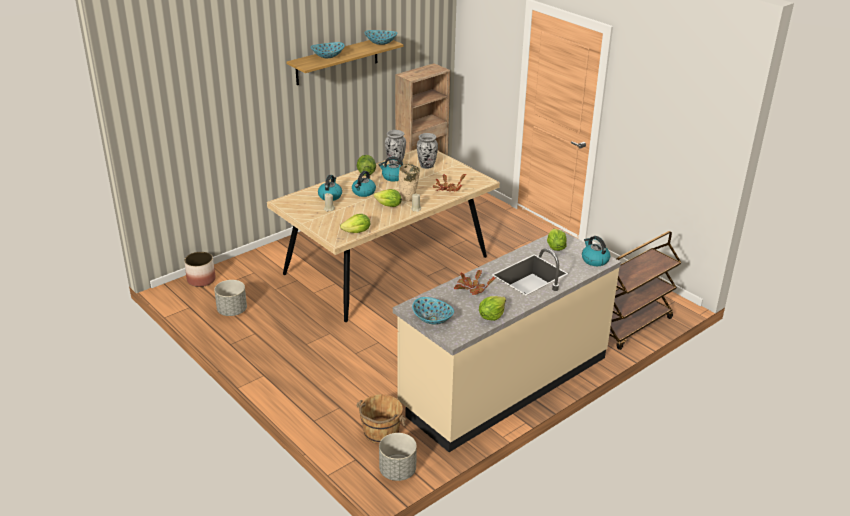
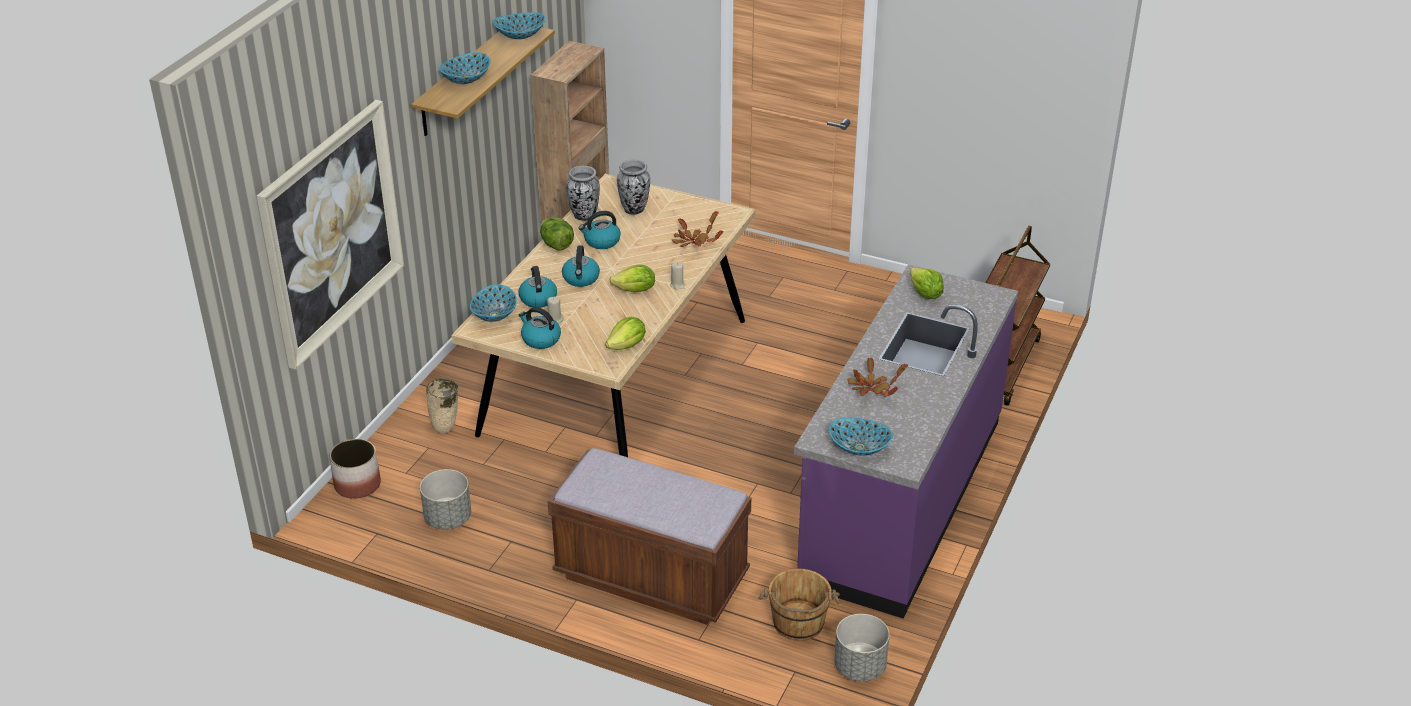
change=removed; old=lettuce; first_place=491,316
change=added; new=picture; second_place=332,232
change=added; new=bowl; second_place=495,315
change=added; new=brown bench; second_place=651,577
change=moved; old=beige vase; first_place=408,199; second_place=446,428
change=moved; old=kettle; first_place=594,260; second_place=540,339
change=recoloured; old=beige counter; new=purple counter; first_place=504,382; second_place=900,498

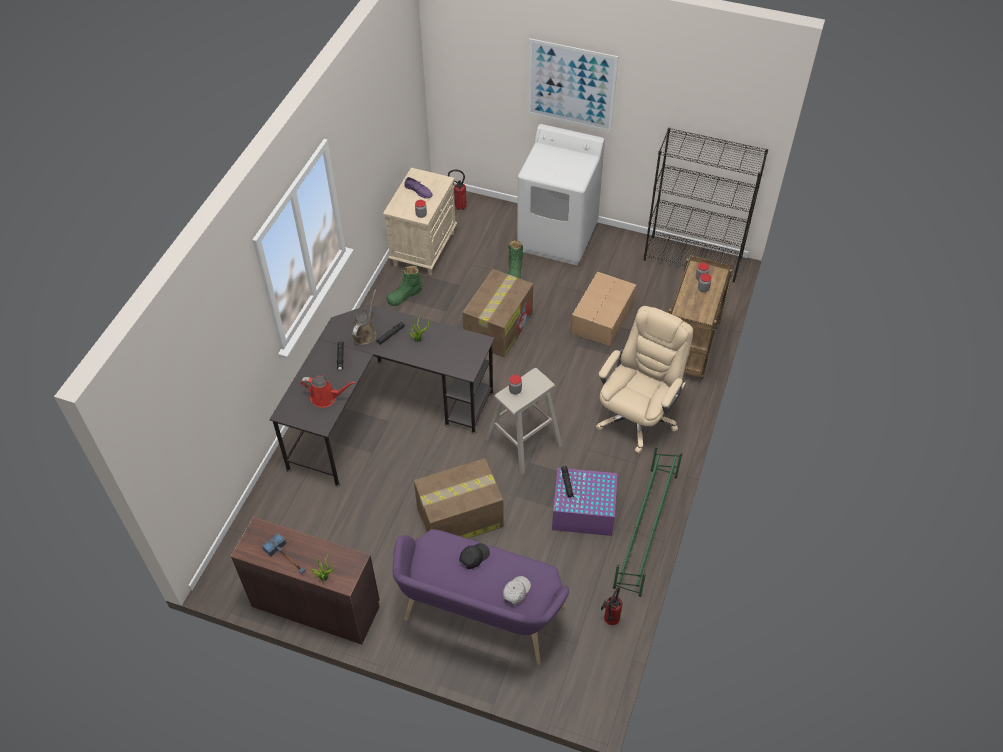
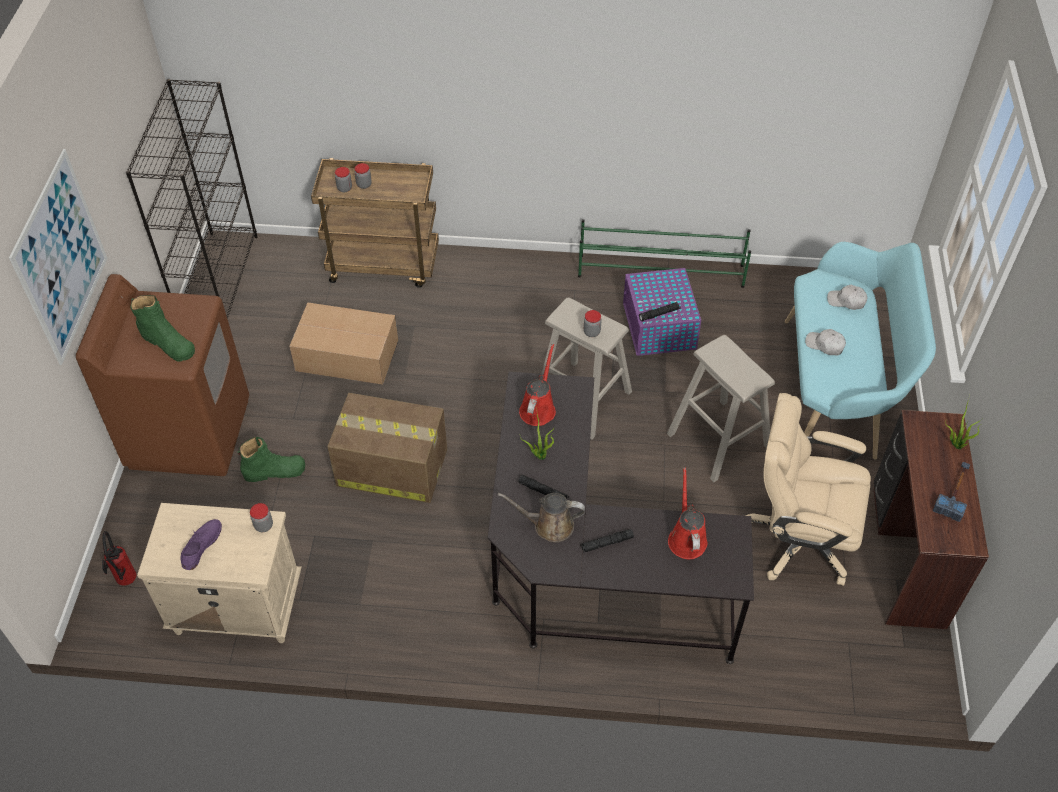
change=removed; old=fire extinguisher; first_place=609,621
change=added; new=red watering can; second_place=538,408
change=moved; old=green boot; first_place=404,295; second_place=167,343
change=moved; old=beige office chair; first_place=637,417; second_place=799,538
change=replaced; old=cardboard box; new=beige stool; first_place=458,517; second_place=719,440
change=recoloured; old=purple bench; new=turquoise bench; first_place=479,618; second_place=837,391
change=recoloured; old=black cap; new=white cap; first_place=474,557; second_place=825,345
change=recoloured; old=white washing machine; new=brown washing machine; first_place=558,237; second_place=189,432

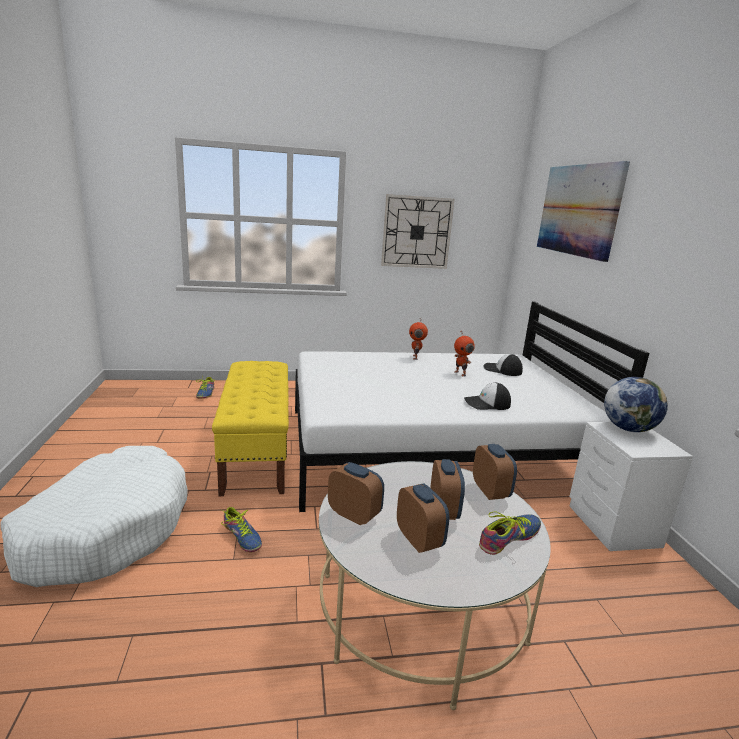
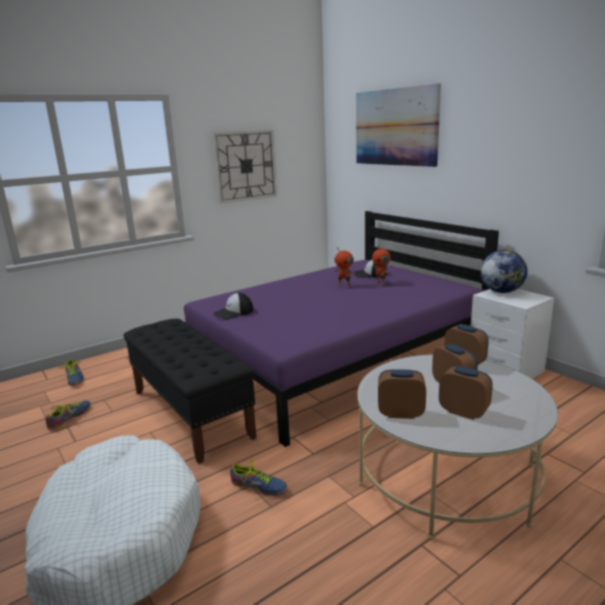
change=moved; old=toy robot; first_place=416,357; second_place=381,283
change=moved; old=cap; first_place=487,403; second_place=233,312
change=moved; old=shoe; first_place=509,538; second_place=69,418
change=recoloured; old=yellow bench; new=black bench; first_place=256,452; second_place=191,413
change=recoloured; old=white bed; new=purple bed; first_place=432,449; second_place=337,358

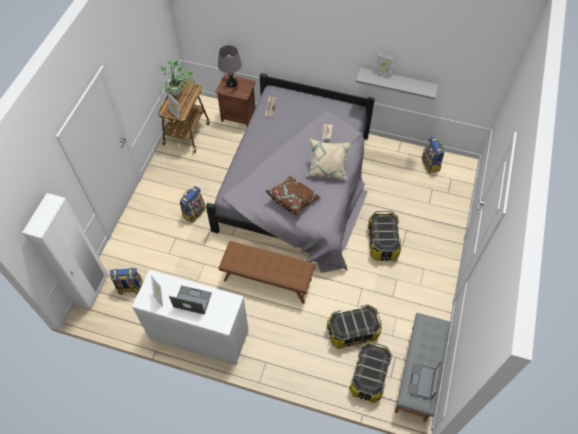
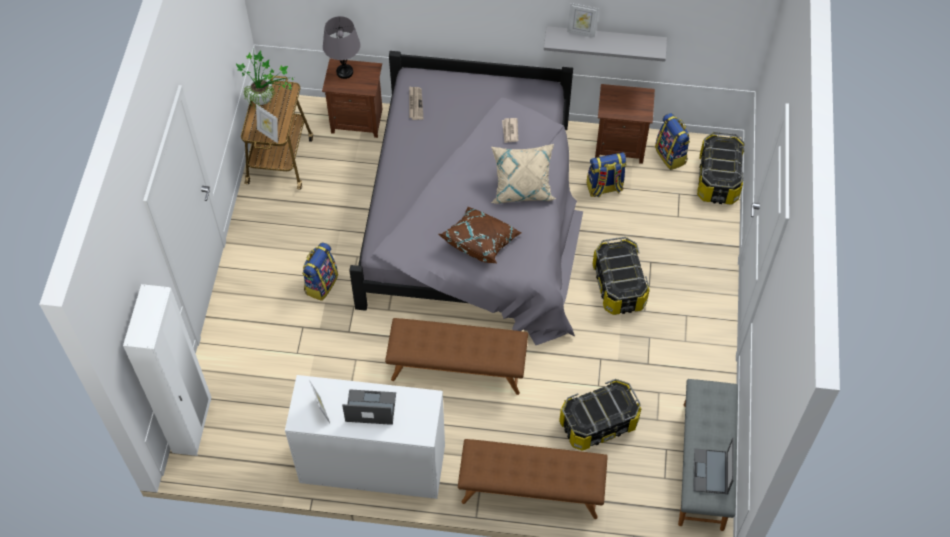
change=added; new=brown bench; second_place=531,491
change=added; new=brown nightstand; second_place=620,145
change=moved; old=backpack; first_place=130,288; second_place=604,188
change=moved; old=storage box; first_place=369,376; second_place=718,179

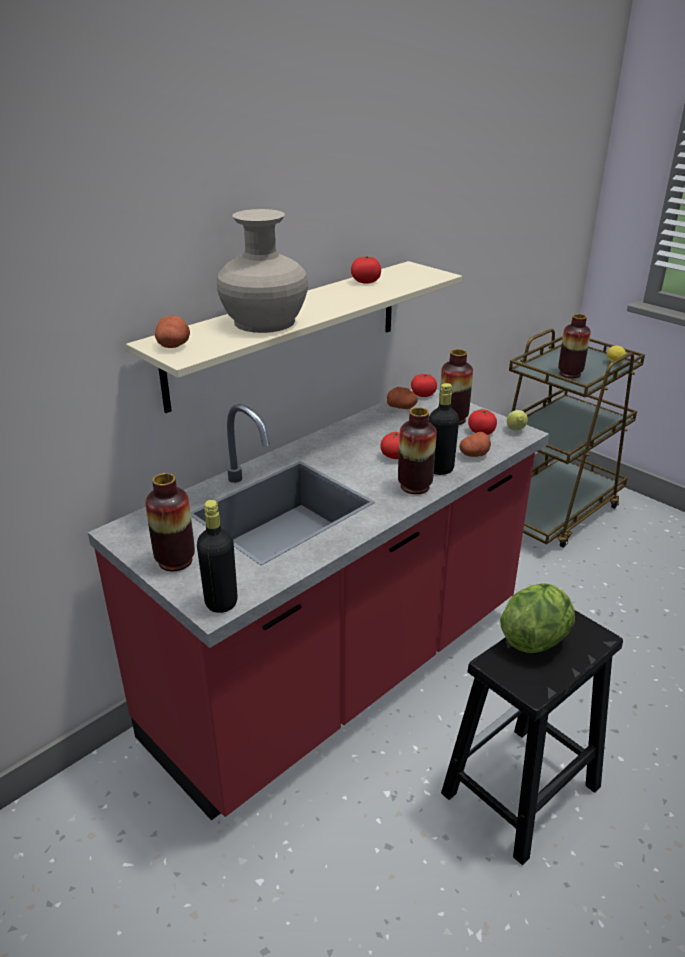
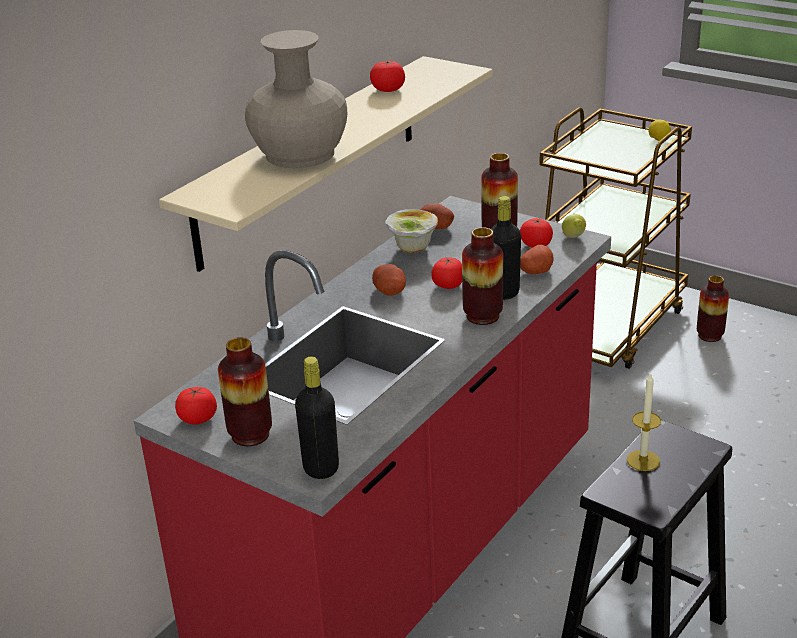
change=added; new=bowl; second_place=411,248
change=moved; old=potato; first_place=173,345; second_place=390,291
change=moved; old=tomato; first_place=423,394; second_place=198,418
change=moved; old=vase; first_place=570,374; second_place=709,336
change=replaced; old=lettuce; new=candle; first_place=535,638; second_place=643,460

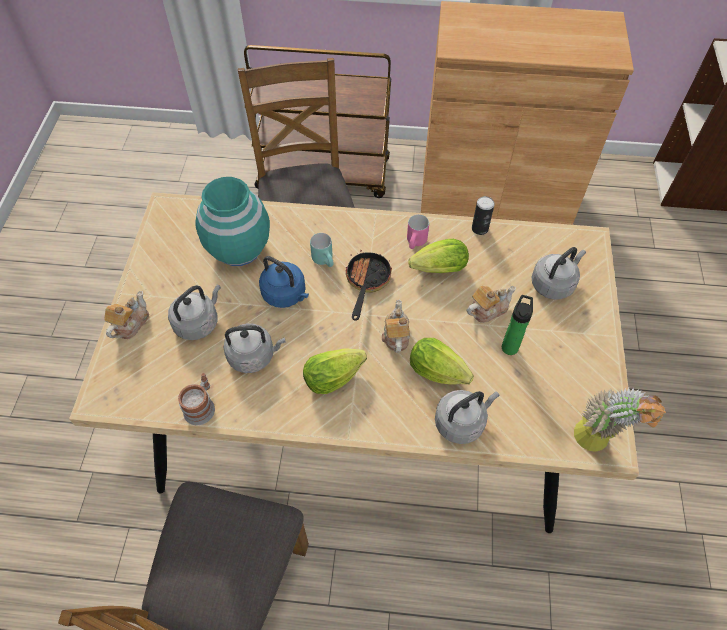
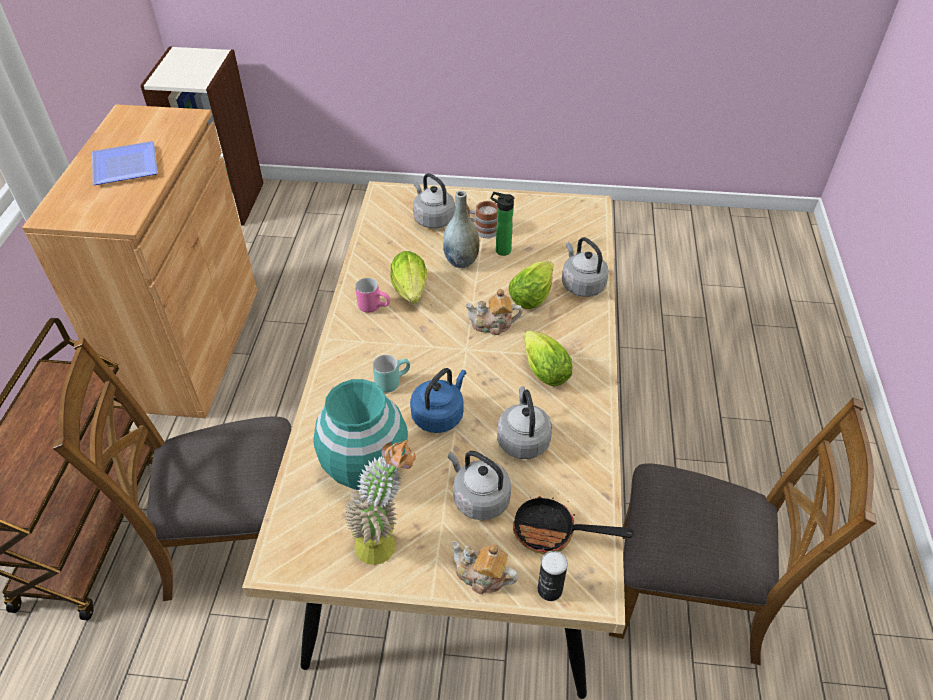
change=added; new=plate; second_place=123,168
change=moved; old=mug; first_place=201,406; second_place=482,229
change=moved; old=frying pan; first_place=366,282; second_place=553,532
change=moved; old=can; first_place=480,228; second_place=549,589
change=moved; old=potted plant; first_place=597,443; second_place=385,541
change=replaced; old=teapot; new=grey vase; first_place=487,309; second_place=461,261

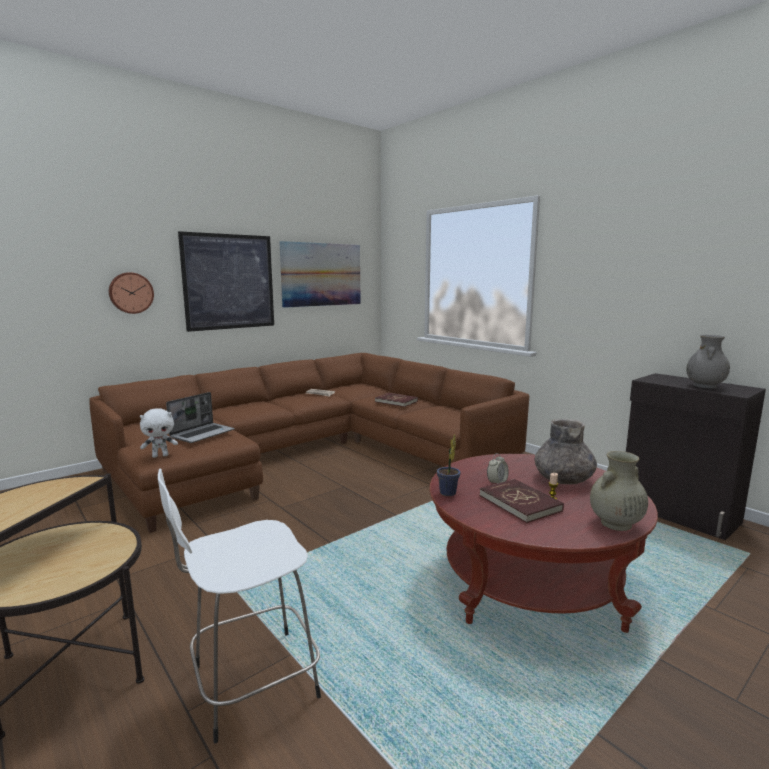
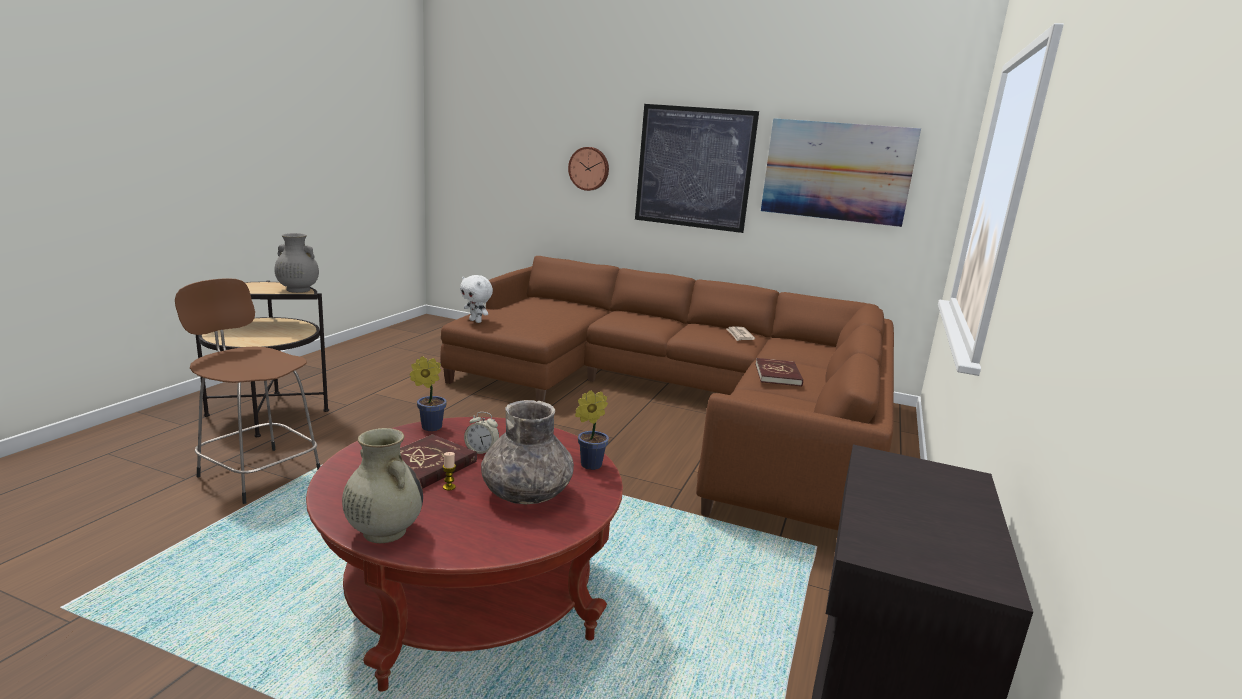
change=removed; old=laptop; first_place=203,434
change=added; new=potted plant; second_place=588,465
change=moved; old=grey vase; first_place=705,386; second_place=297,290
change=recoloured; old=white stool; new=brown stool; first_place=250,683; second_place=257,473

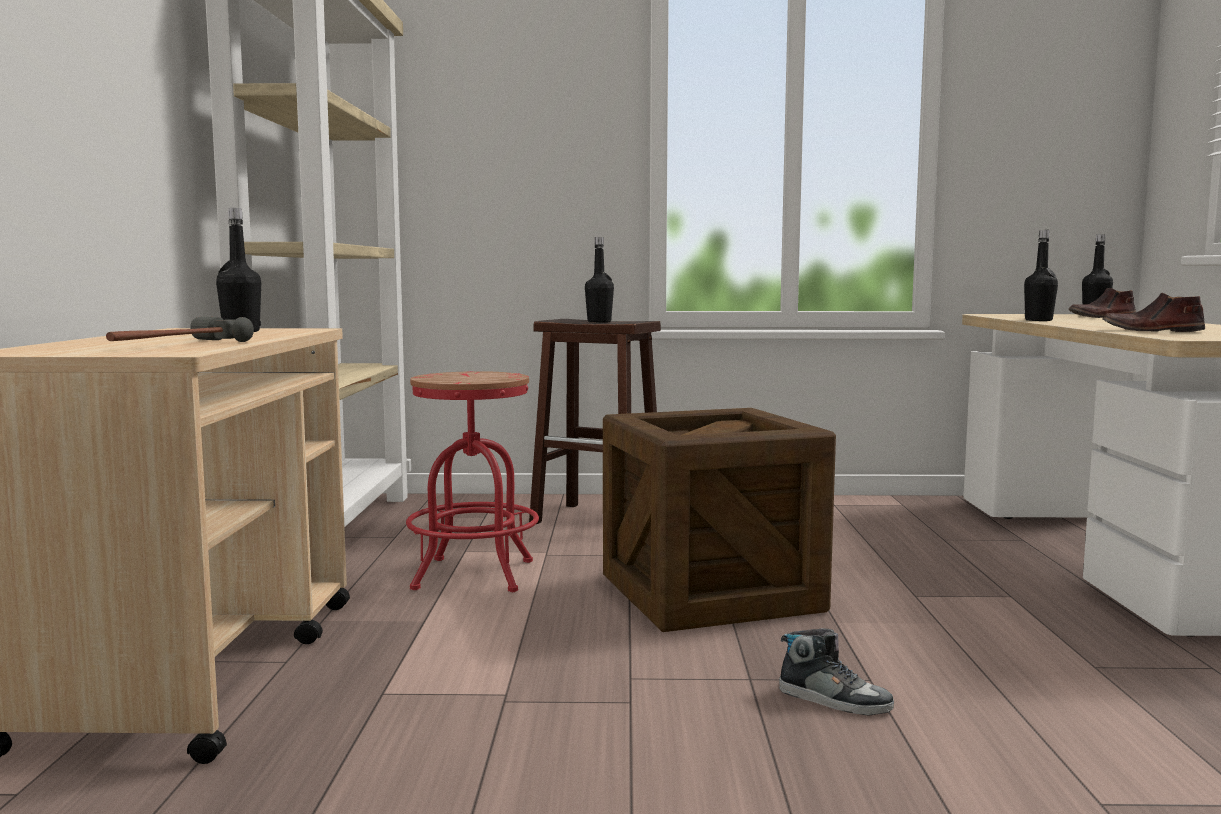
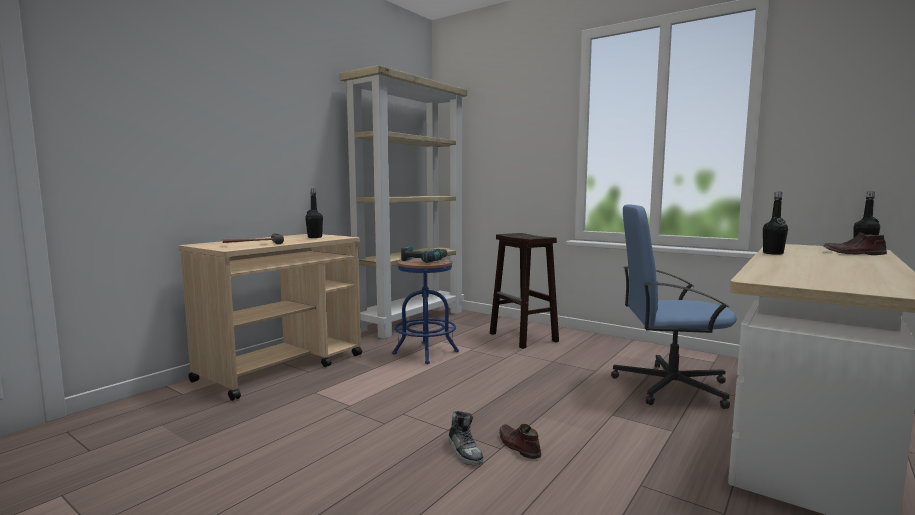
change=removed; old=black bottle; first_place=599,322
change=removed; old=crate; first_place=710,593
change=added; new=power drill; second_place=424,261
change=added; new=blue office chair; second_place=669,386
change=moved; old=brown shoe; first_place=1152,331; second_place=518,446
change=recoloured; old=red stool; new=blue stool; first_place=474,575; second_place=425,353

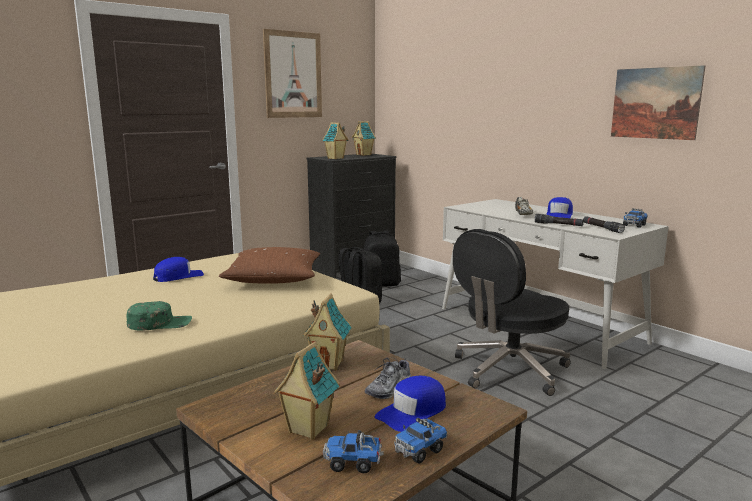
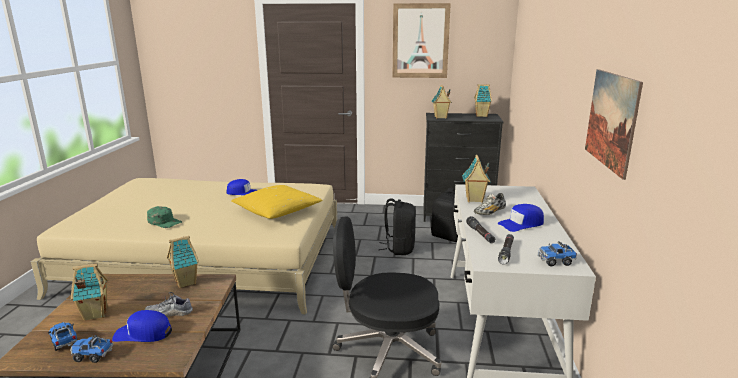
change=added; new=toy house; second_place=474,200
change=recoloured; old=brown pillow; new=yellow pillow; first_place=274,278; second_place=277,211

